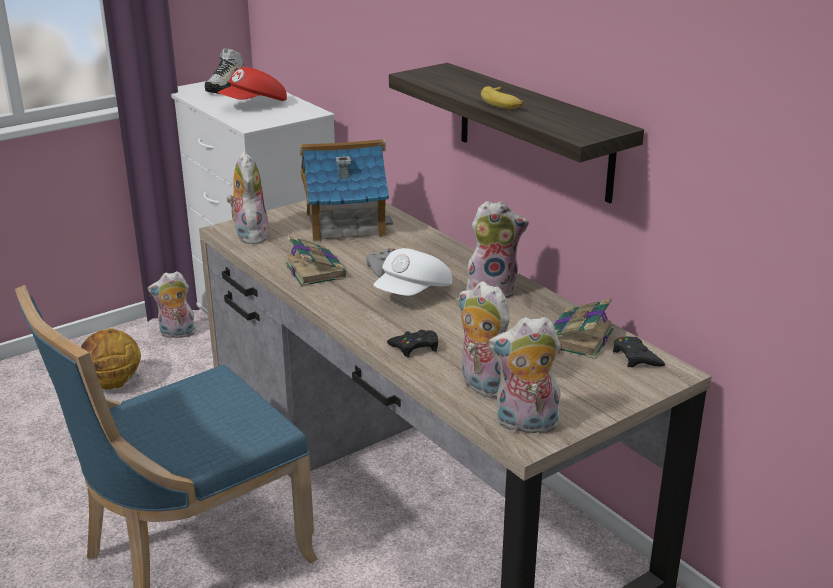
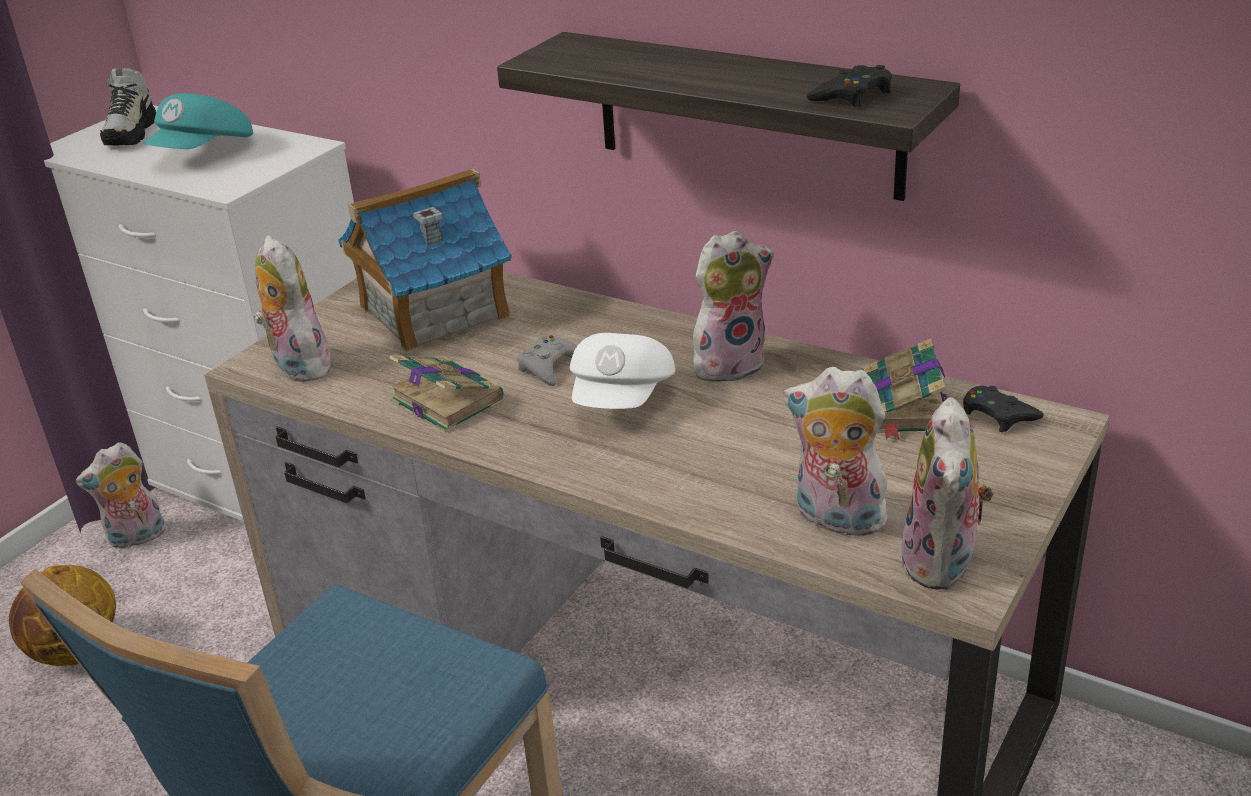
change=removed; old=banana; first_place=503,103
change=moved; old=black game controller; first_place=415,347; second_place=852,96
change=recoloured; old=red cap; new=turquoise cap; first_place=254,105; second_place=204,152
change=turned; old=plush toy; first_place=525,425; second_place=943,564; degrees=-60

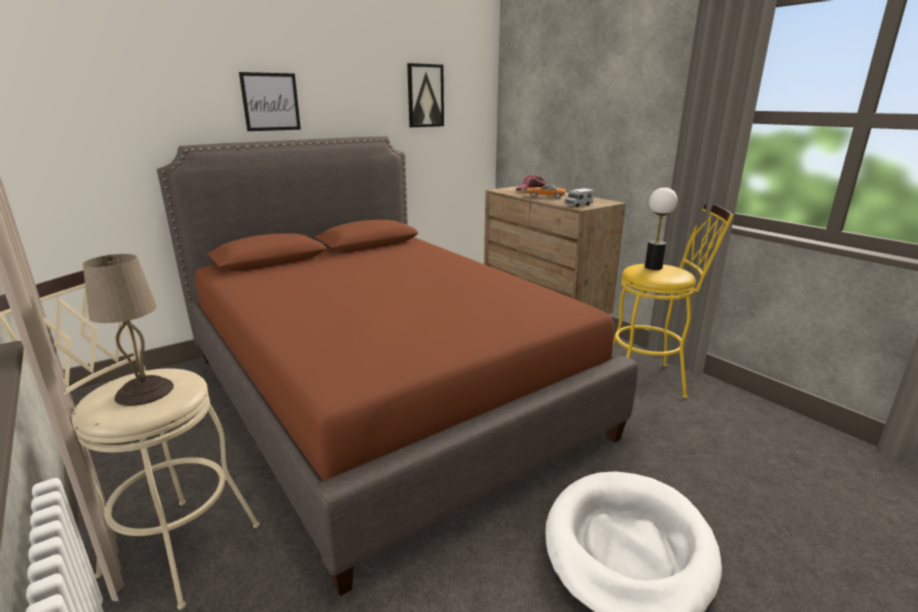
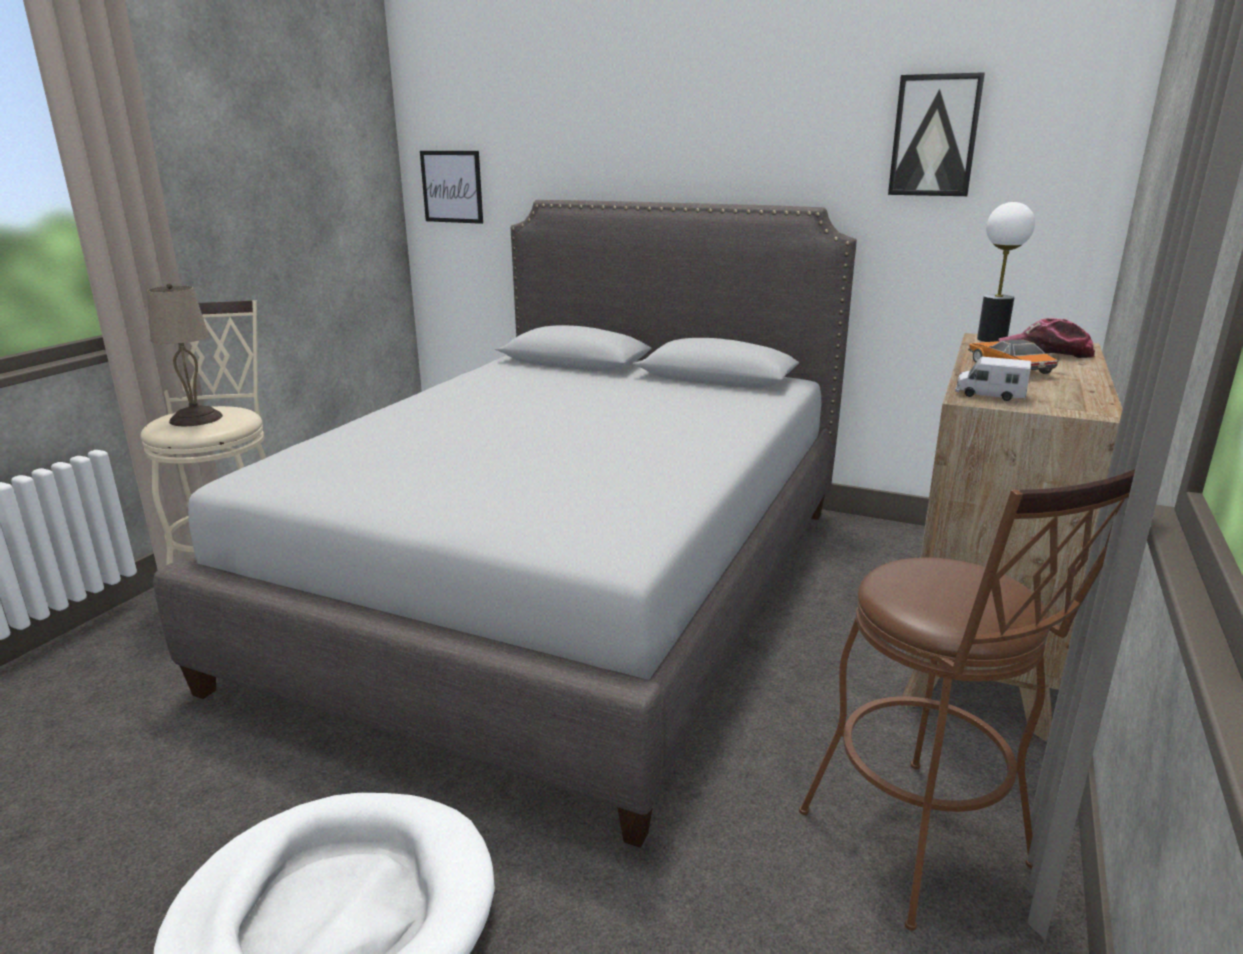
change=moved; old=picture; first_place=270,102; second_place=452,187
change=moved; old=table lamp; first_place=653,267; second_place=991,339
change=recoloured; old=brown bed; new=grey bed; first_place=385,394; second_place=568,587
change=recoloured; old=yellow stool; new=brown stool; first_place=651,379; second_place=926,851

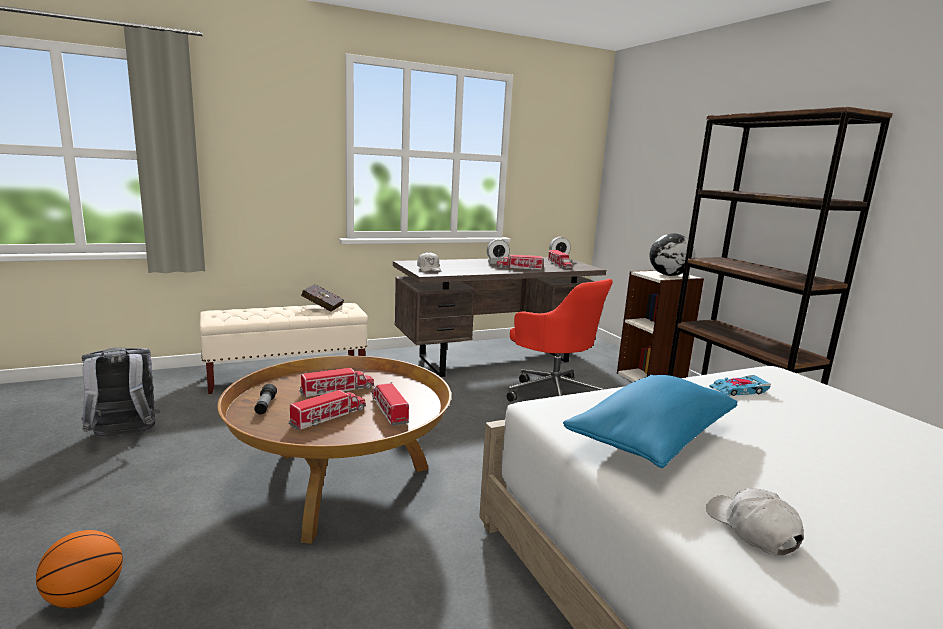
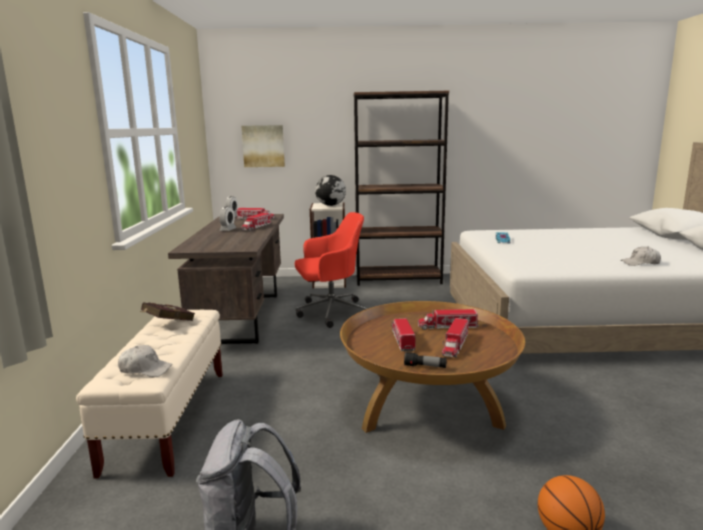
change=removed; old=blue pillow; first_place=651,439
change=added; new=picture; second_place=263,146
change=moved; old=white cap; first_place=429,269; second_place=145,369
change=turned; old=toy truck; first_place=329,417; second_place=455,345; degrees=-135

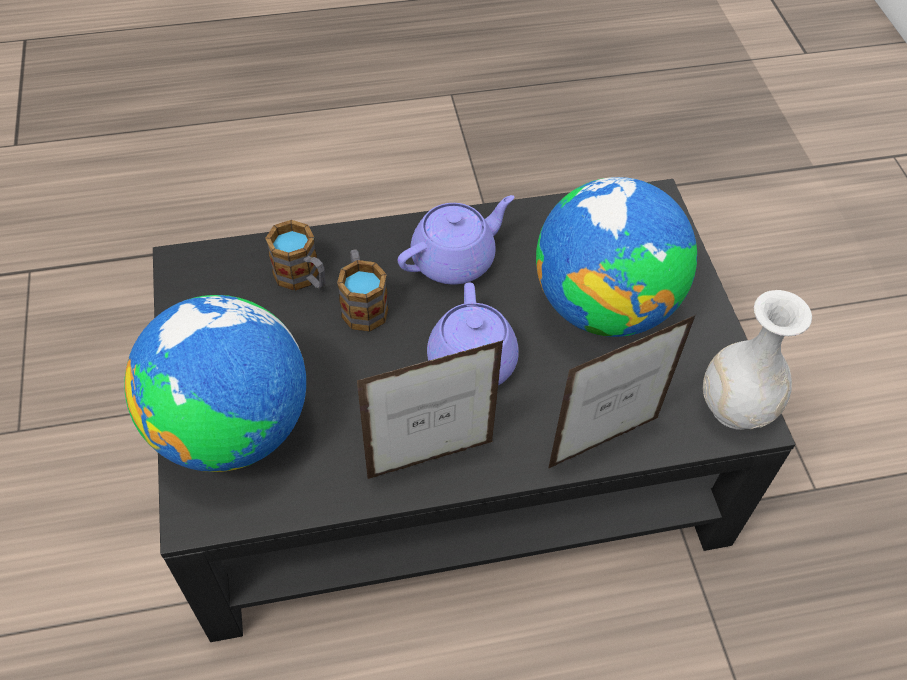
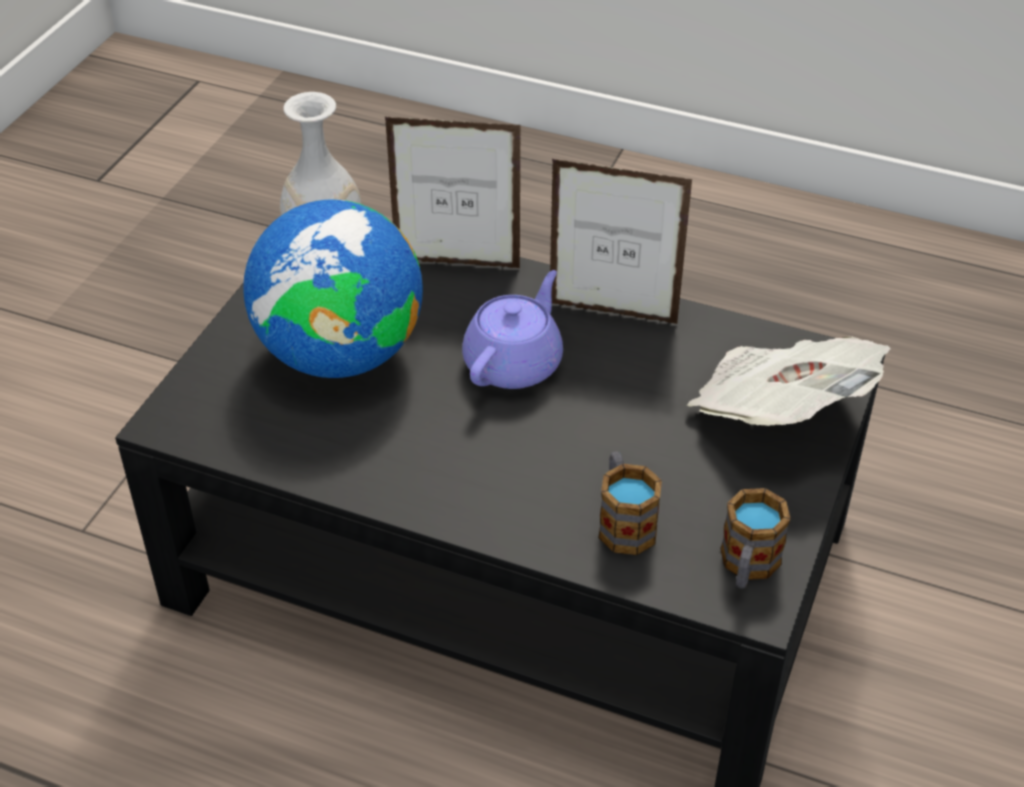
change=removed; old=purple teapot; first_place=455,259
change=moved; old=mug; first_place=362,304; second_place=747,567
change=replaced; old=globe; new=newspaper; first_place=232,427; second_place=778,412

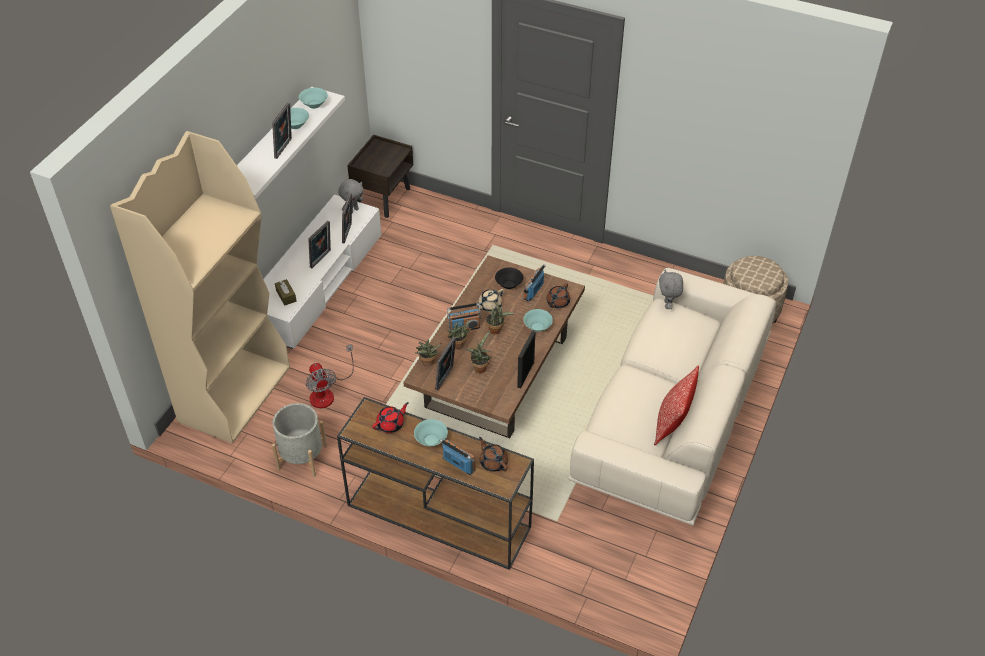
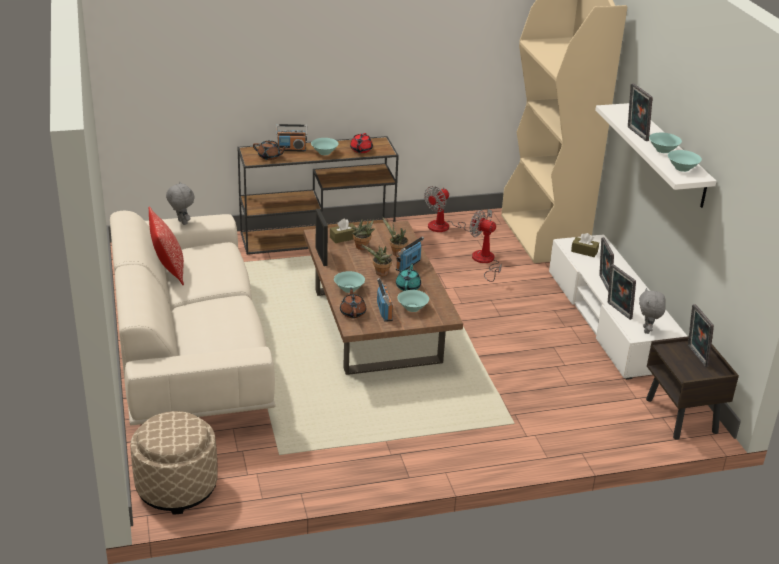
change=removed; old=potted plant; first_place=428,363
change=added; new=brown tissue box; second_place=343,238
change=moved; old=picture frame; first_place=446,378; second_place=695,356
change=moved; old=grey plush toy; first_place=668,305; second_place=181,222
change=replaced; old=grey planter; new=fan; first_place=302,457; second_place=447,227
change=recoloured; old=beige teapot; new=turquoise teapot; first_place=489,306; second_place=408,286
change=recoloured; old=black bowl; new=turquoise bowl; first_place=508,285; second_place=412,308

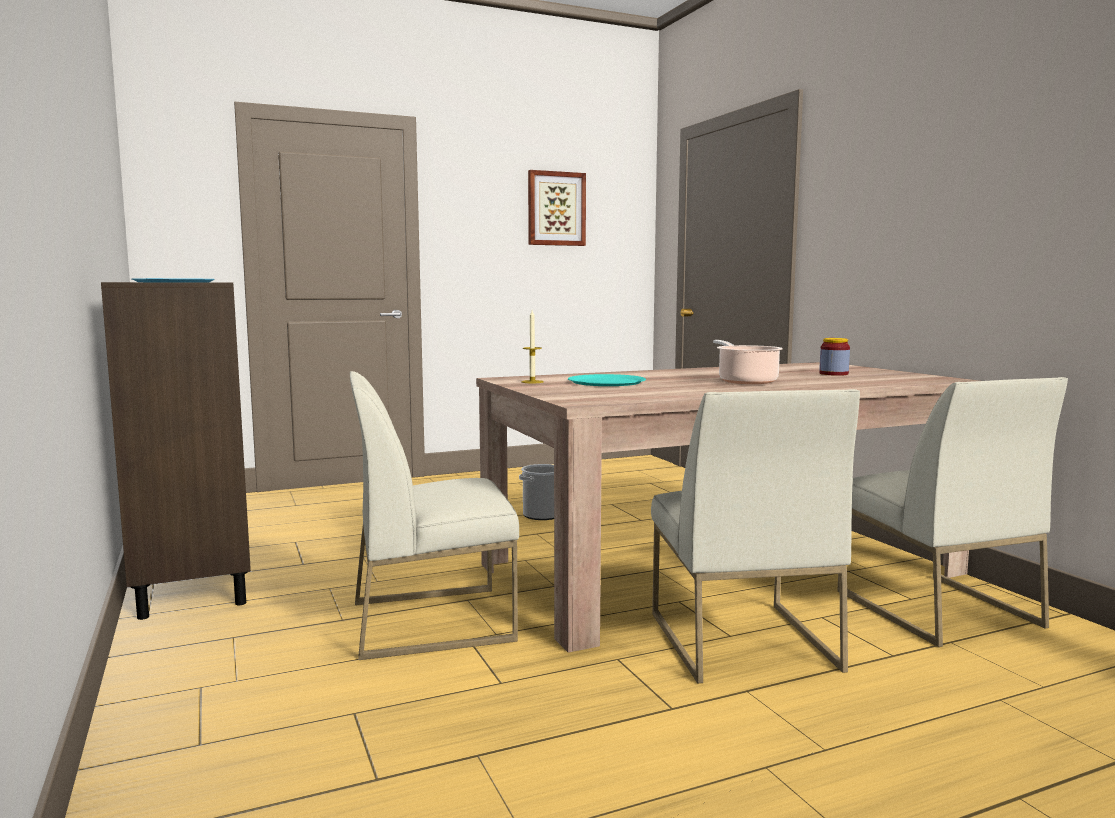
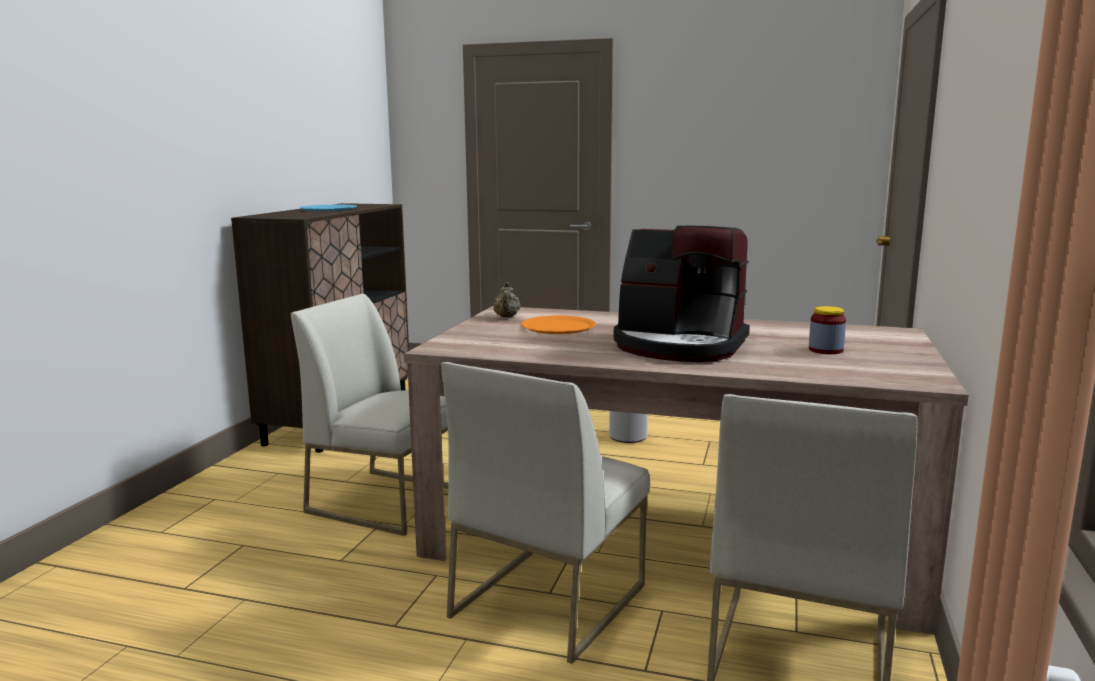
change=removed; old=picture; first_place=556,209
change=replaced; old=candle; new=beige teapot; first_place=532,382; second_place=506,317
change=replaced; old=cooking pot; new=coffee machine; first_place=745,381; second_place=679,346
change=recoloured; old=turquoise plate; new=orange plate; first_place=606,382; second_place=558,326

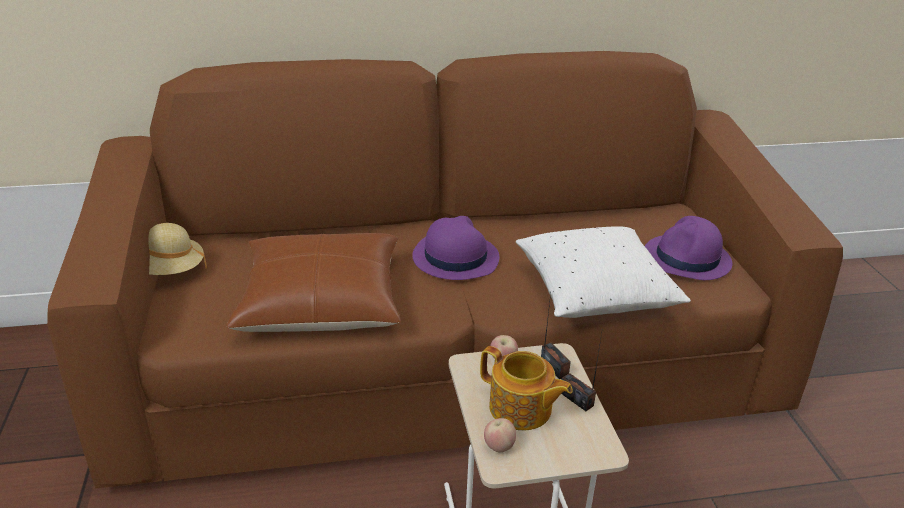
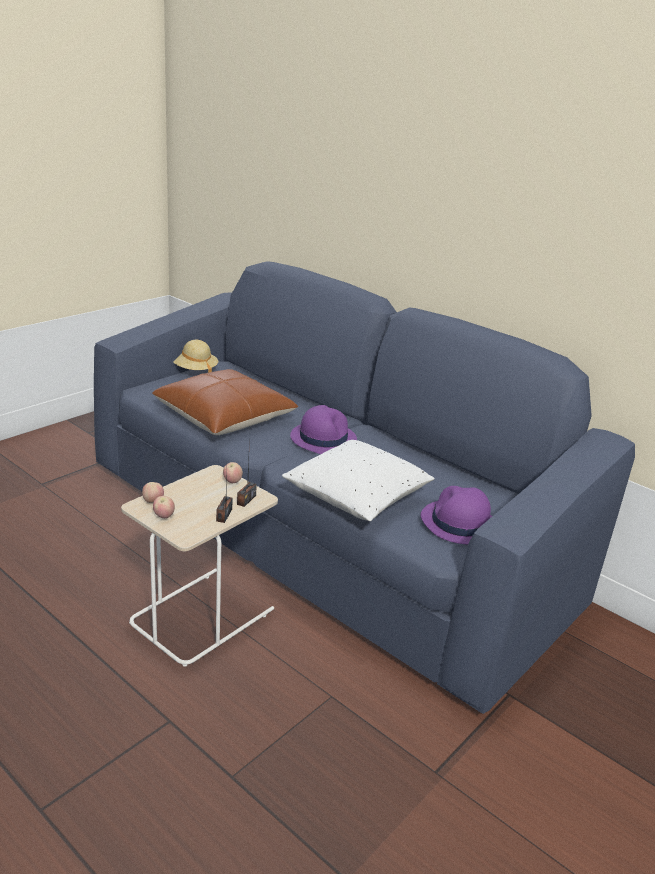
change=removed; old=teapot; first_place=521,409
change=added; new=apple; second_place=164,516
change=recoloured; old=brown sofa; new=blue sofa; first_place=448,367; second_place=320,532

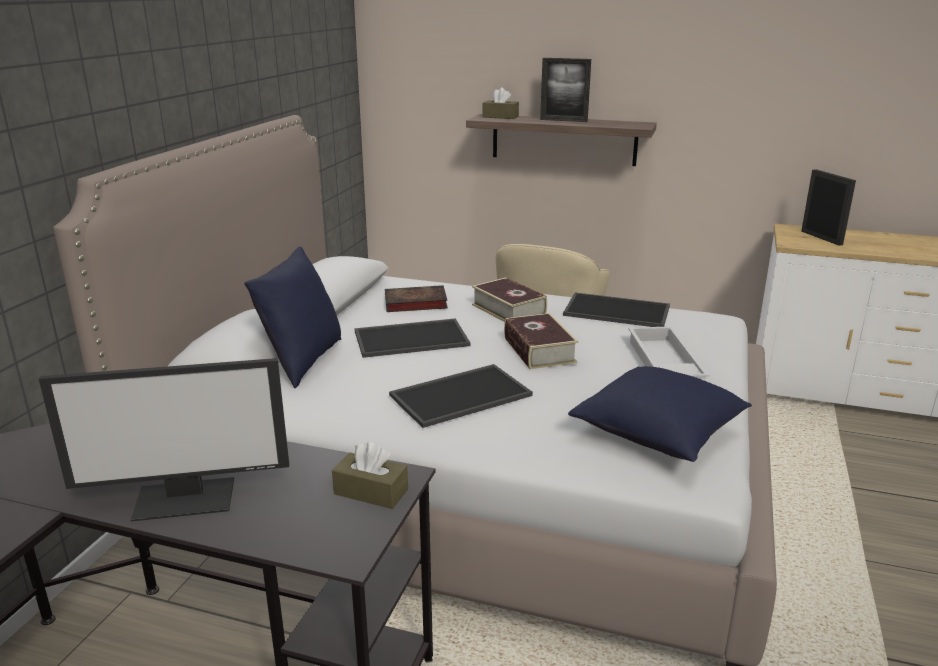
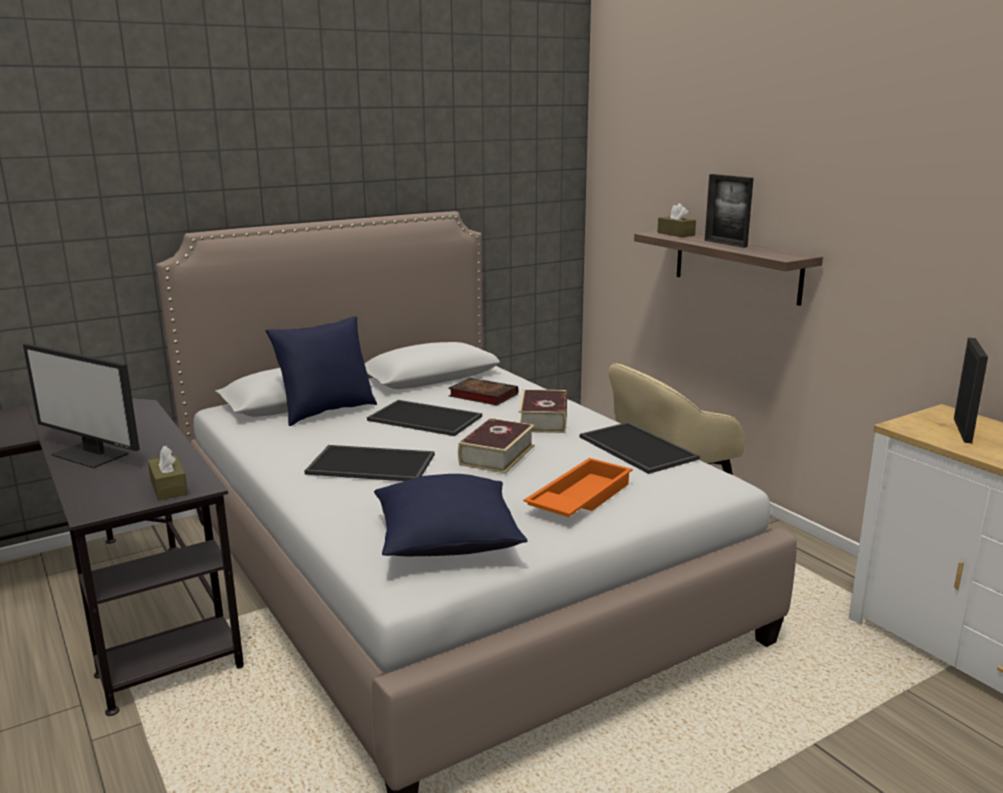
change=recoloured; old=white tray; new=orange tray; first_place=662,363; second_place=578,498

